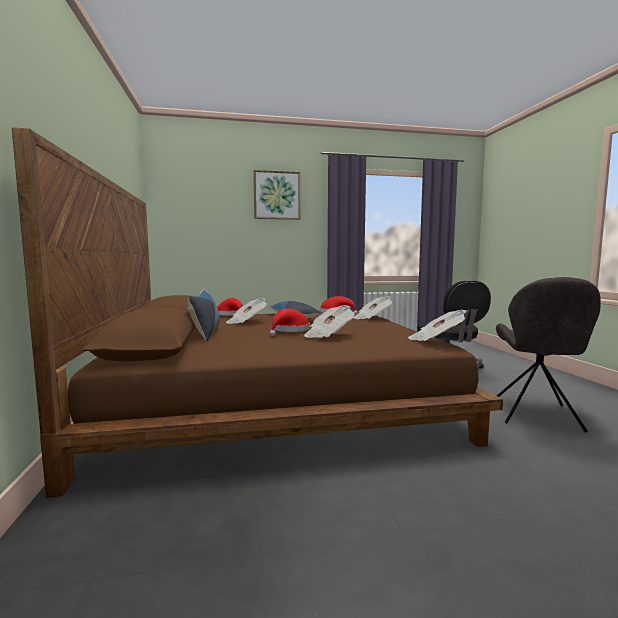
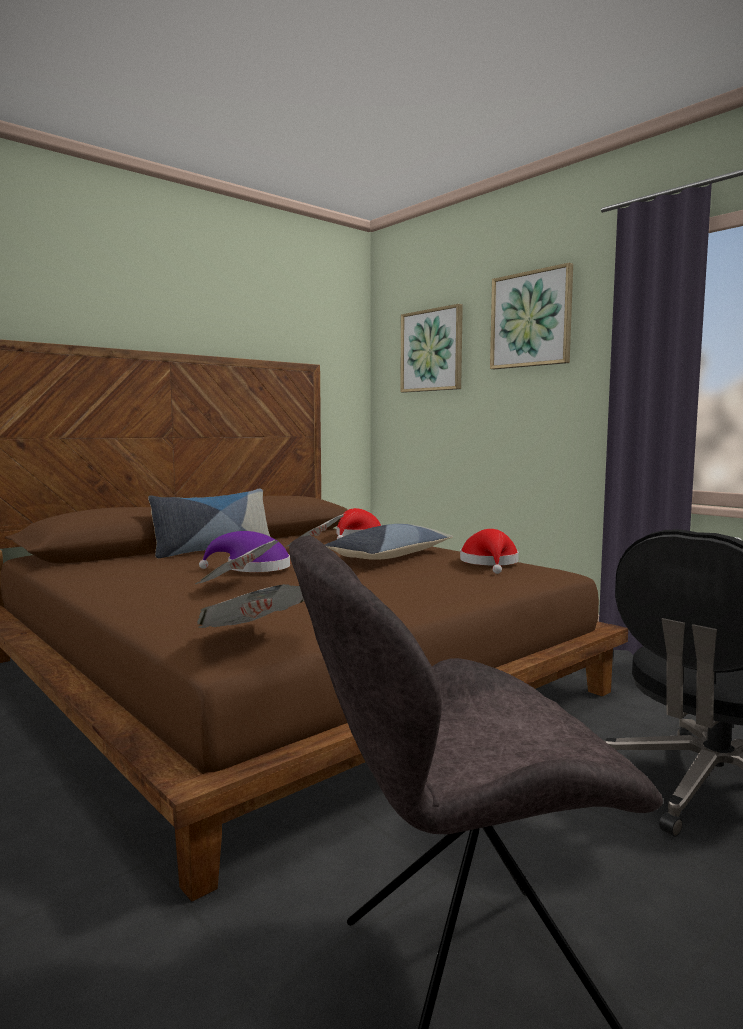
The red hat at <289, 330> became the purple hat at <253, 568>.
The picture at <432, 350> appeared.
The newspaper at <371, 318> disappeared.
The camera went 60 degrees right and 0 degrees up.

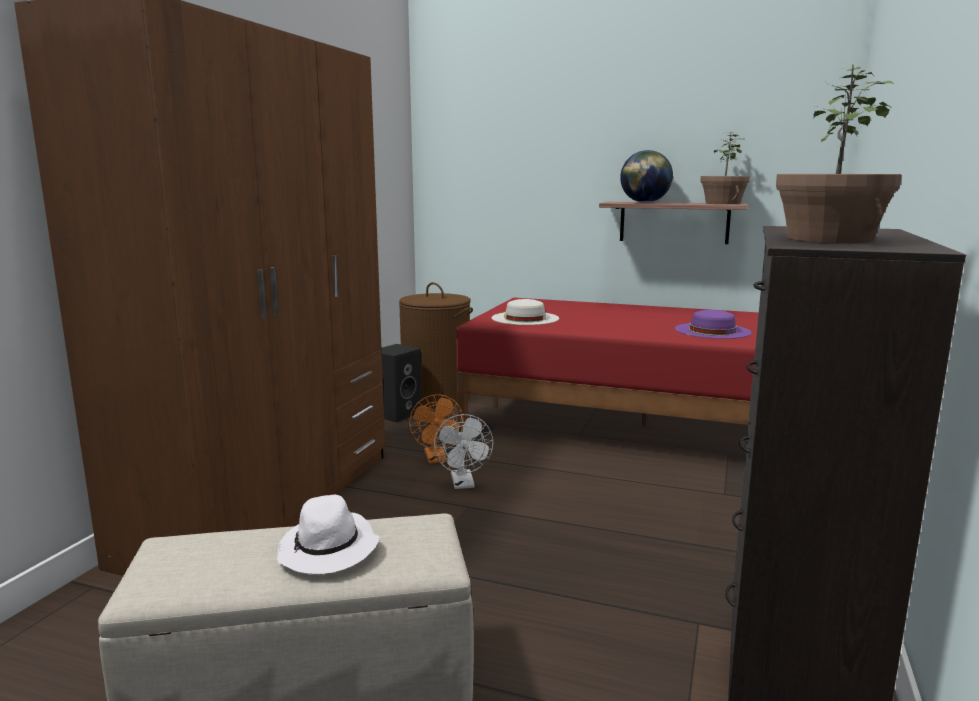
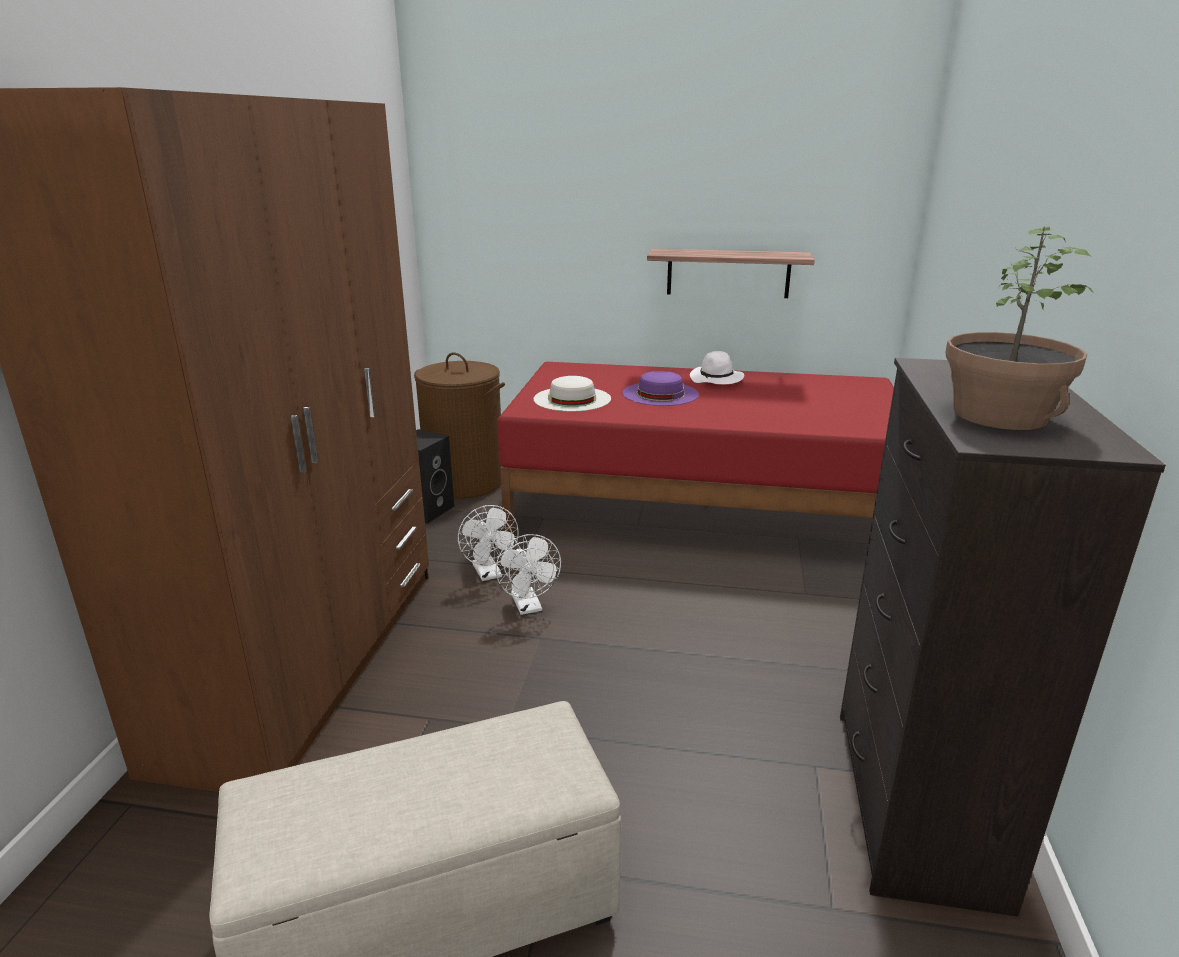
The orange fan at <437, 459> became the white fan at <489, 574>.
The purple hat moved from <712, 330> to <660, 393>.
The white hat moved from <329, 550> to <716, 379>.
The globe at <645, 202> disappeared.
The potted plant at <722, 203> disappeared.
The camera went 10 degrees left and 10 degrees up.

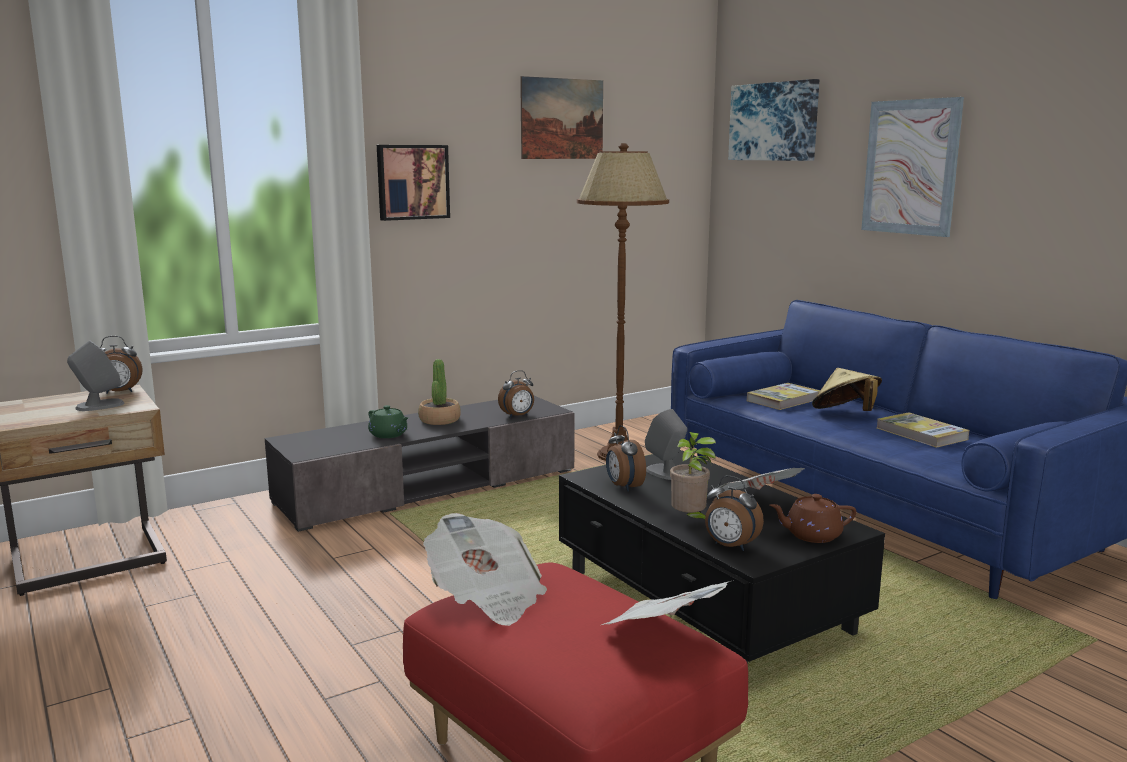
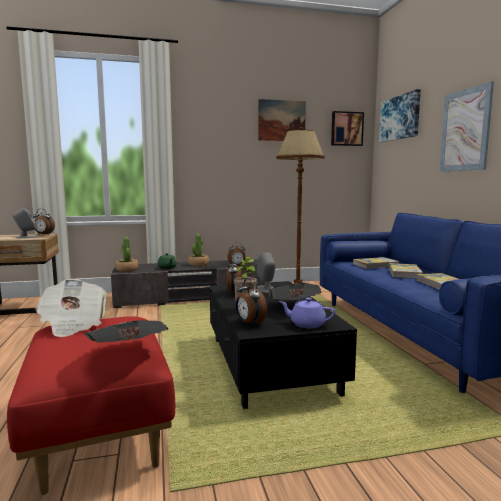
The potted plant at <127, 270> appeared.
The brown teapot at <811, 535> became the purple teapot at <306, 324>.
The picture moved from <412, 182> to <346, 129>.
The beige hat at <845, 414> was replaced by the book at <404, 273>.
The camera went 20 degrees right and 5 degrees down.

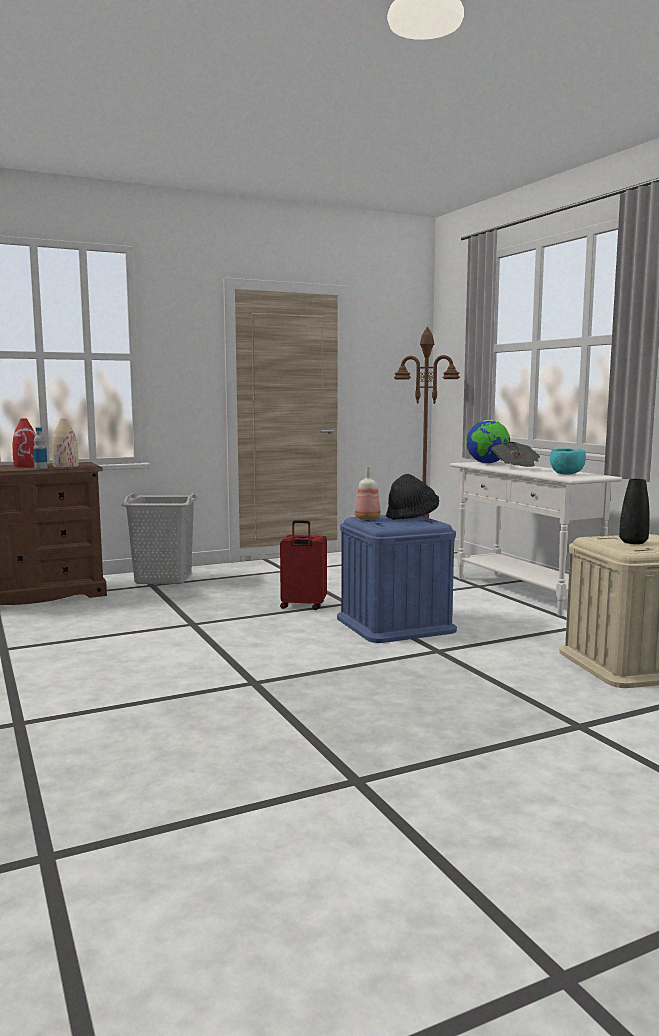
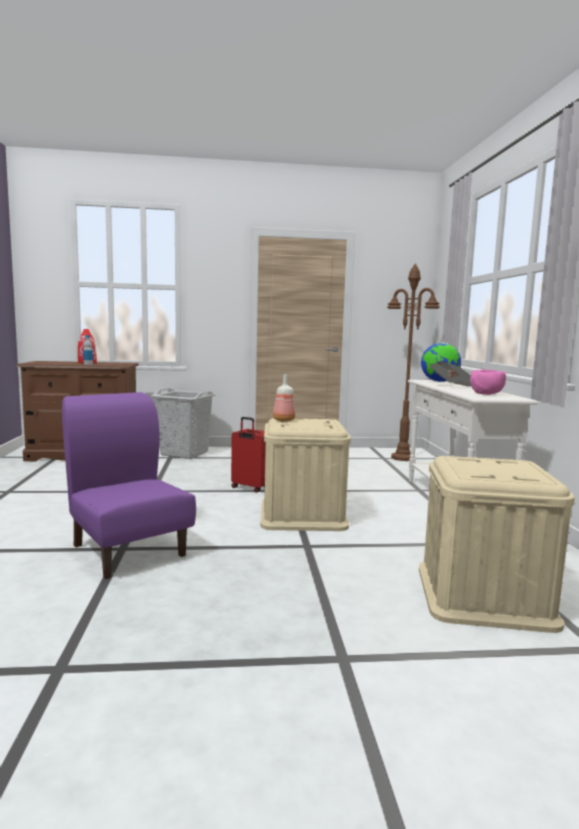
The purple chair at <129, 549> appeared.
The blue storage box at <395, 624> became the beige storage box at <303, 514>.
The turquoise bowl at <567, 474> became the pink bowl at <486, 394>.
The beige vase at <65, 466> disappeared.
The black hat at <412, 517> disappeared.
The black vase at <633, 542> disappeared.
The camera went 20 degrees right and 0 degrees up.

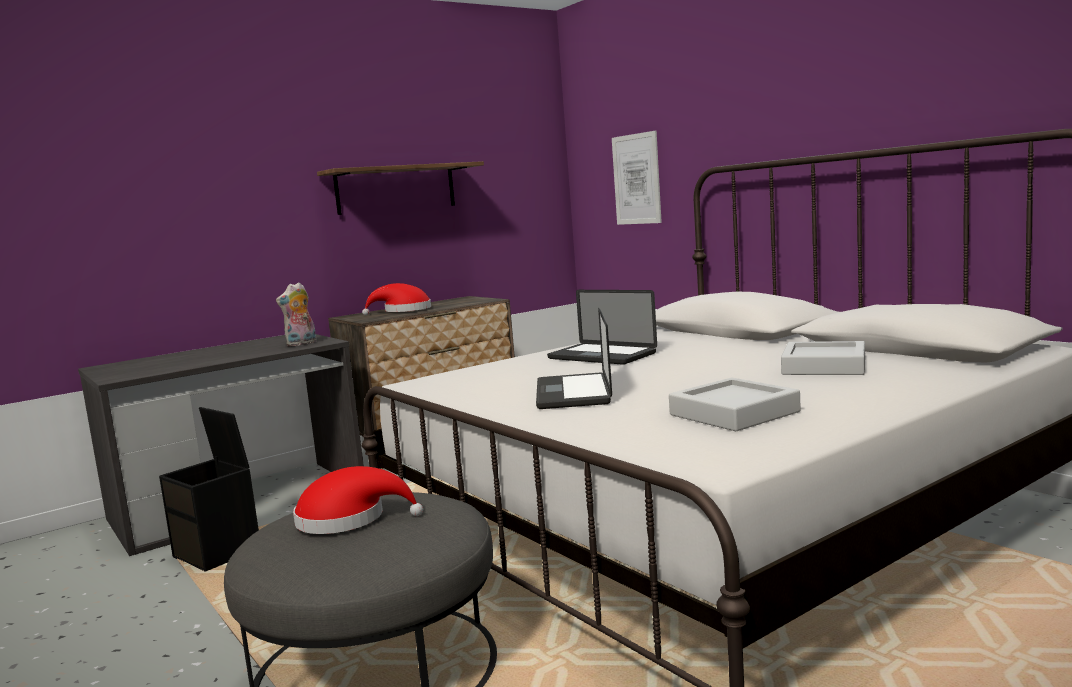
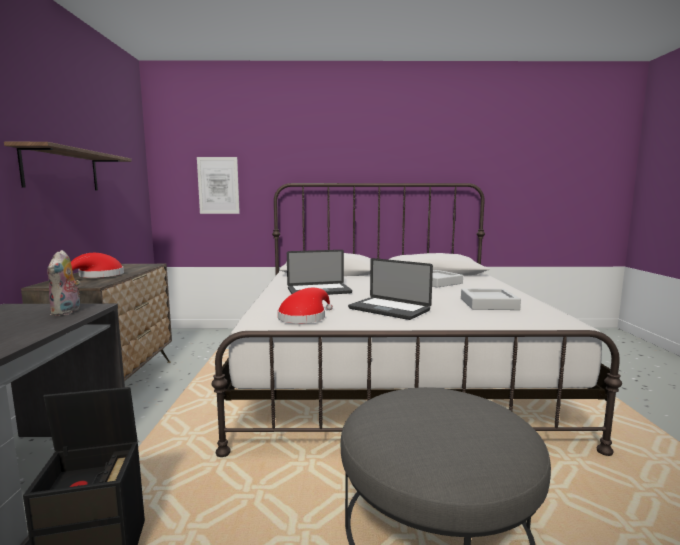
The red hat moved from <348, 519> to <304, 317>.
The camera went 55 degrees left and 0 degrees up.

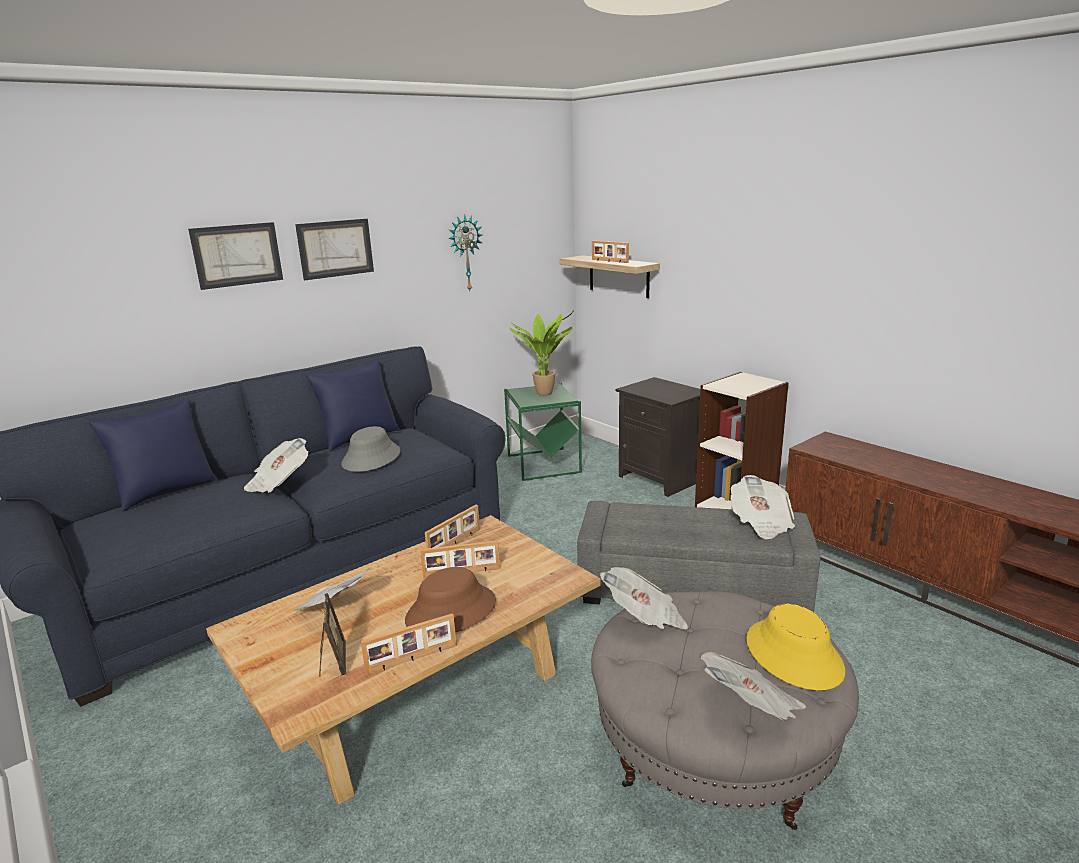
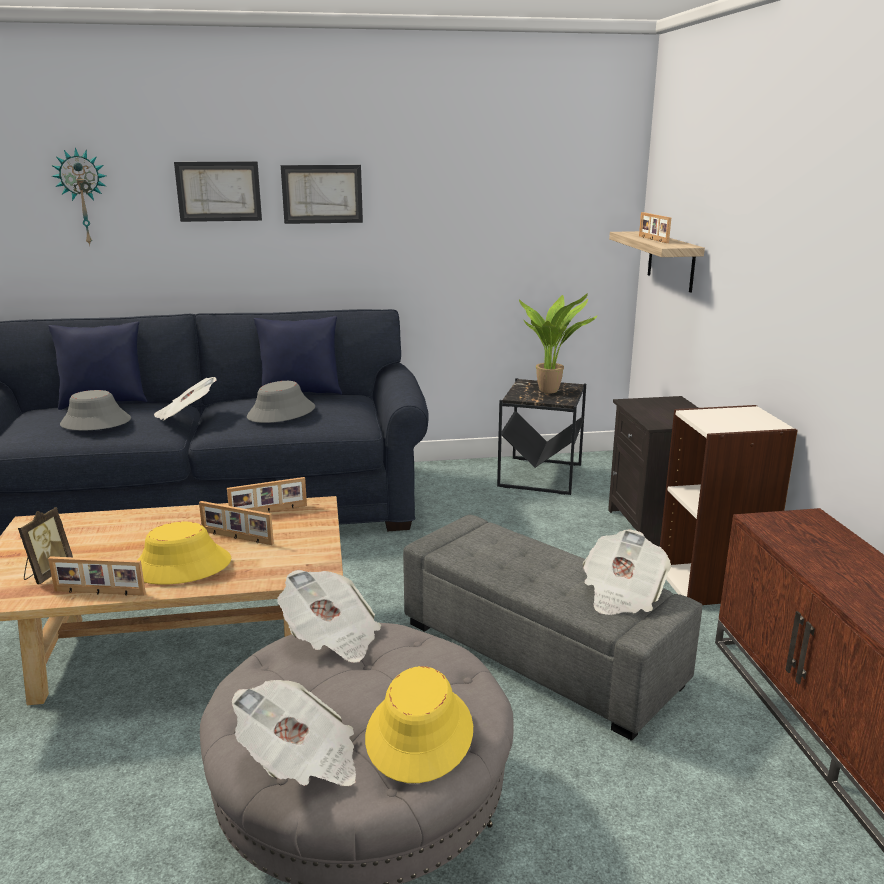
The wall clock moved from <465, 253> to <83, 197>.
The grey hat at <95, 422> appeared.
The brown hat at <451, 611> became the yellow hat at <181, 566>.
The green side table at <544, 464> became the black side table at <541, 476>.
The newspaper at <335, 608> disappeared.
The camera went 30 degrees right and 0 degrees up.

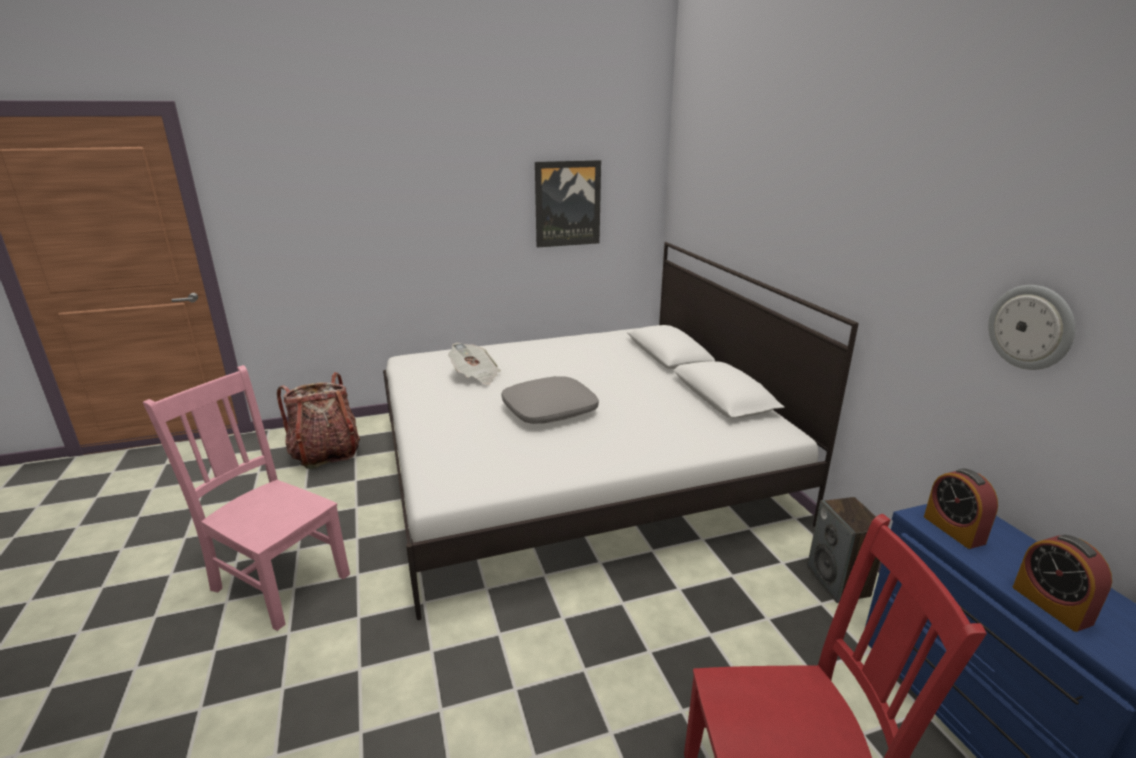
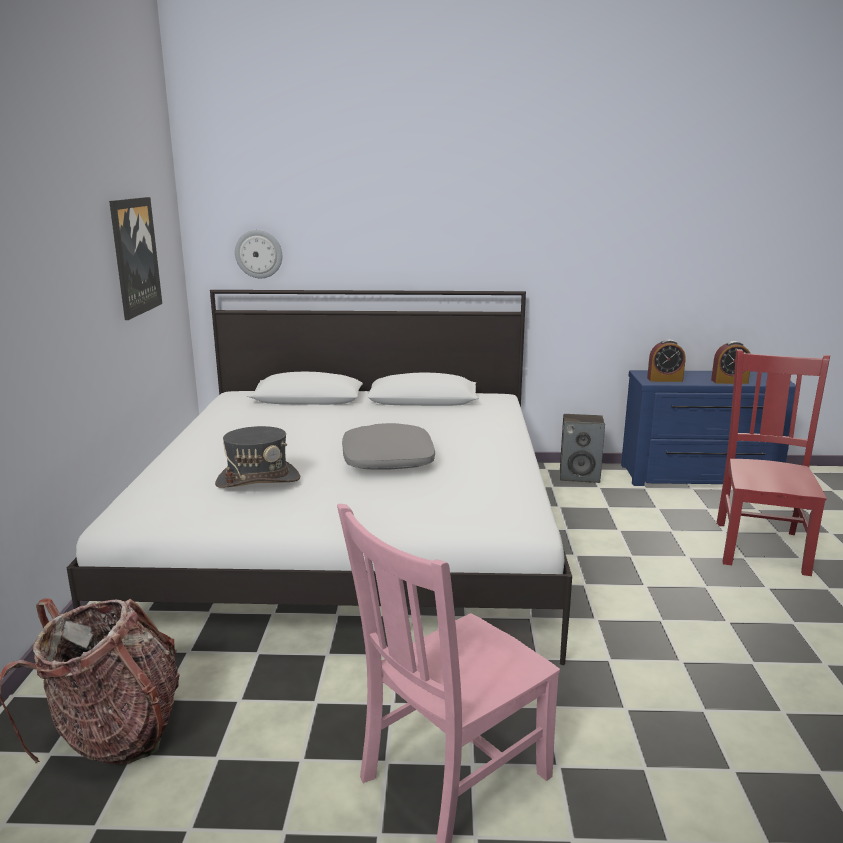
The newspaper at <475, 376> was replaced by the grey hat at <258, 480>.
The wall clock moved from <1031, 327> to <259, 254>.
The camera went 70 degrees left and 5 degrees down.

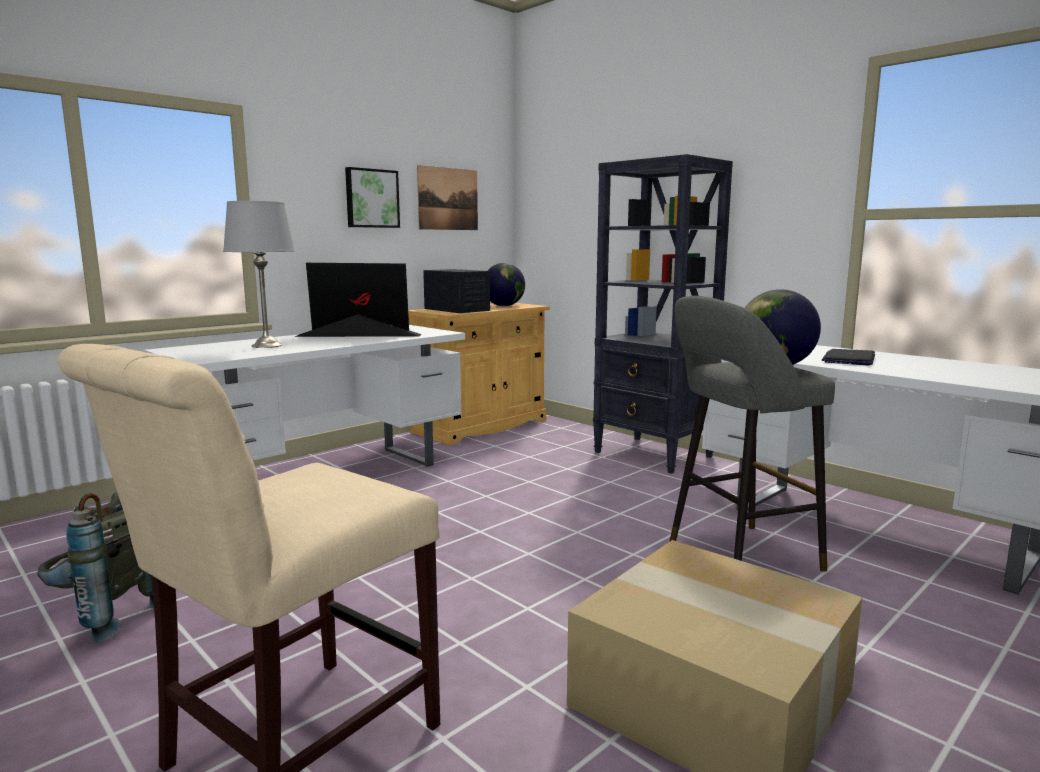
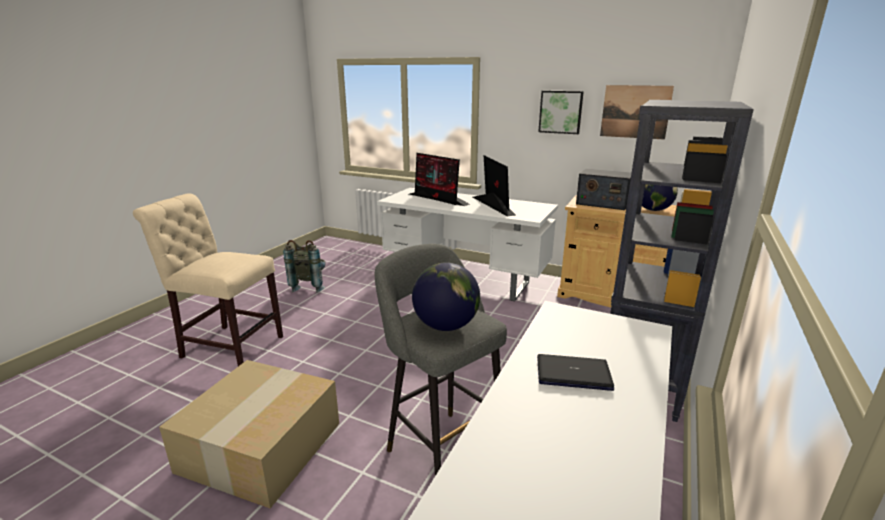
The grey table lamp at <267, 345> was replaced by the monitor at <438, 199>.
The radio at <457, 309> turned 90 degrees clockwise.
The camera went 70 degrees right and 10 degrees up.

